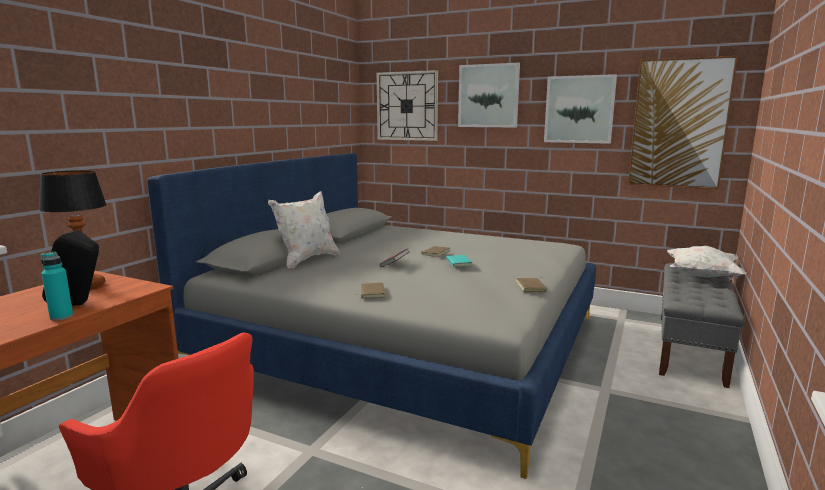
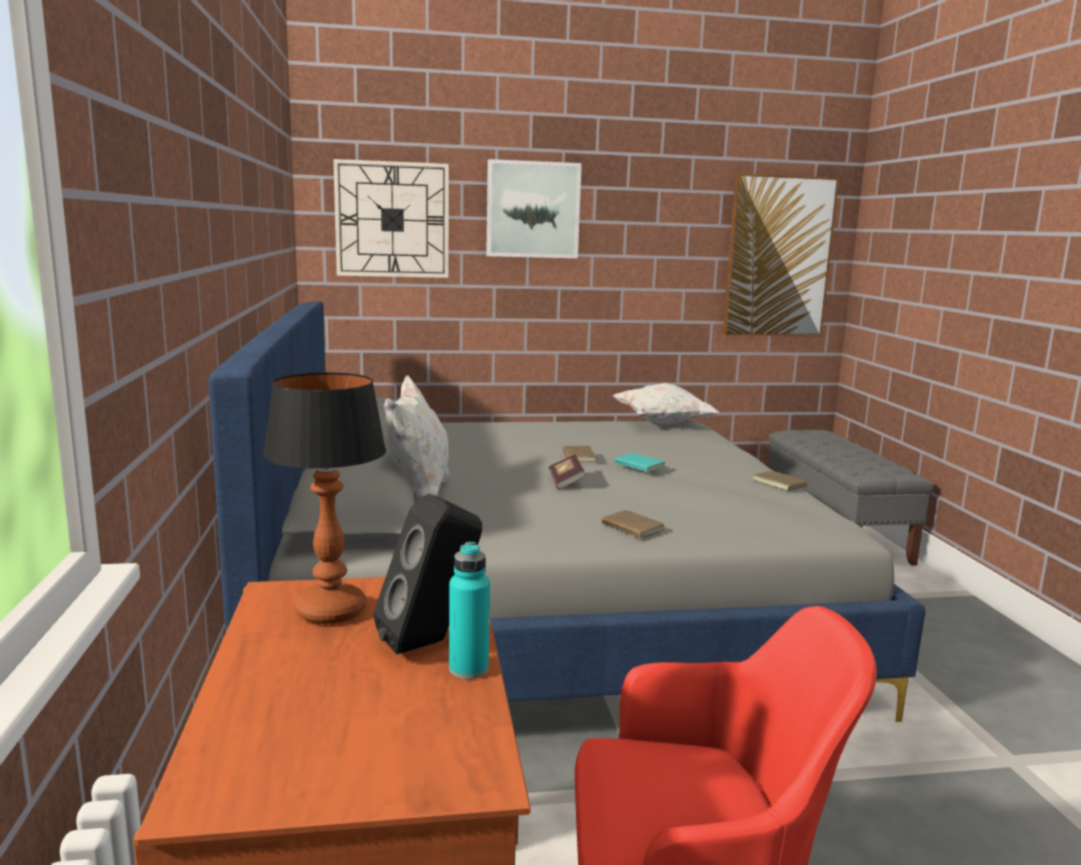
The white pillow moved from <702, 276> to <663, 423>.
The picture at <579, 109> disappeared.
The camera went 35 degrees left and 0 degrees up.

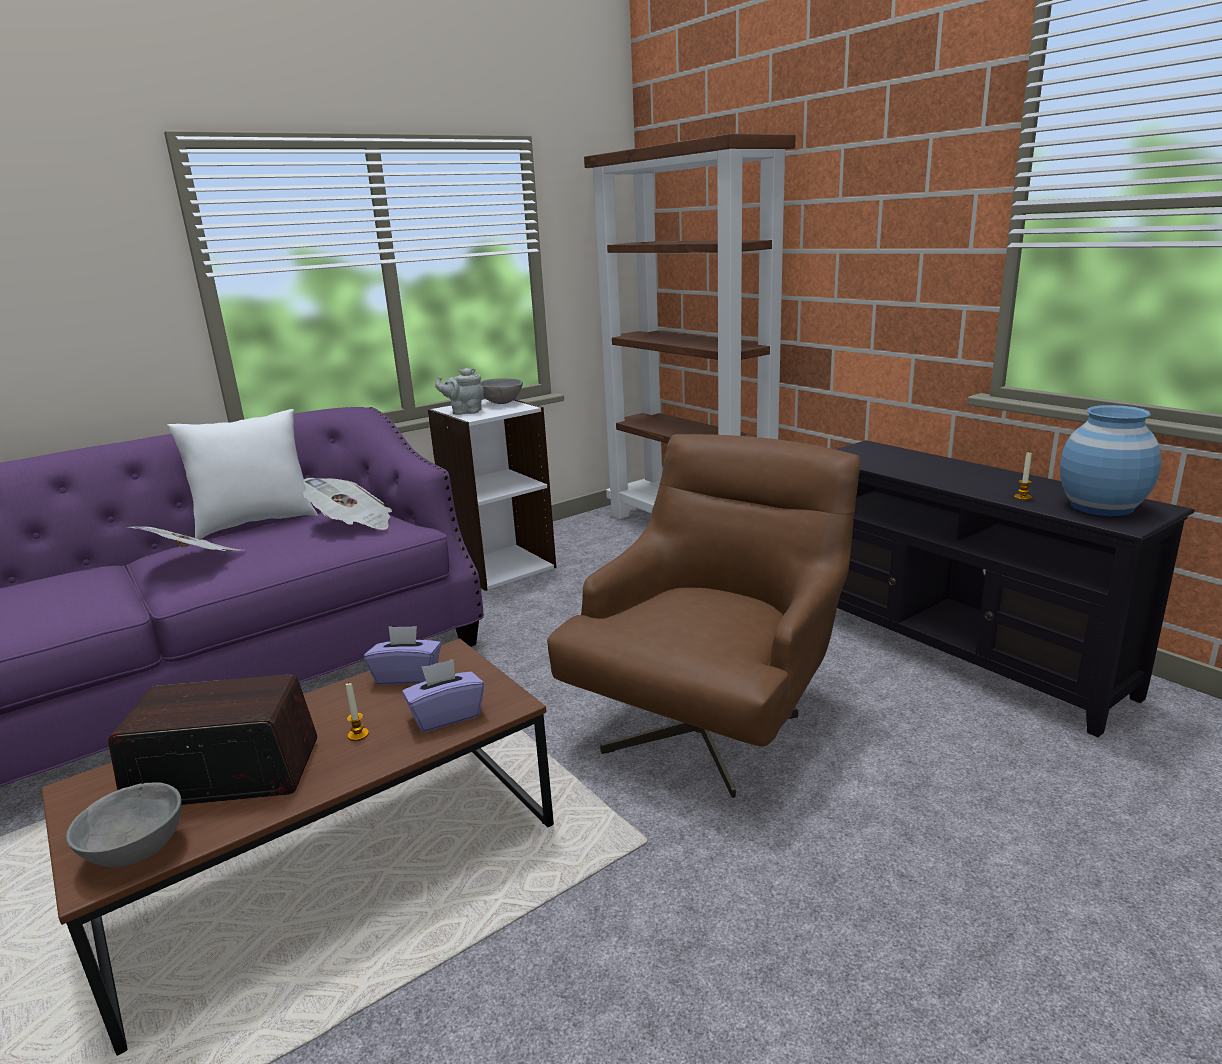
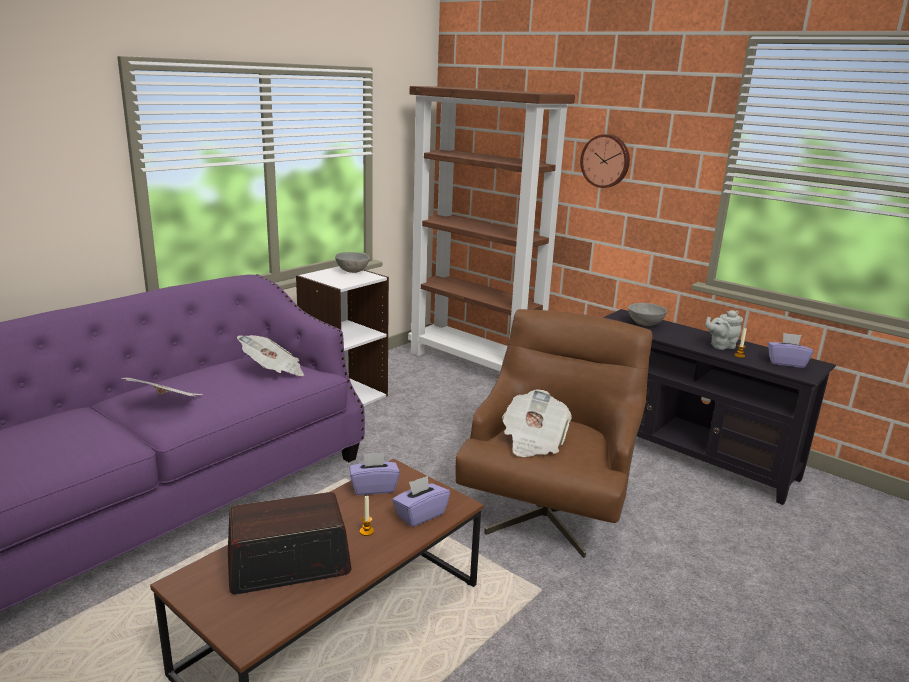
The newspaper at <533, 441> appeared.
The wall clock at <606, 161> appeared.
The grey bowl moved from <135, 853> to <645, 324>.
The grey teapot moved from <464, 412> to <720, 346>.
The blue vase at <1101, 506> was replaced by the purple tissue box at <786, 362>.
The white pillow at <256, 523> disappeared.
The camera went 15 degrees left and 0 degrees up.

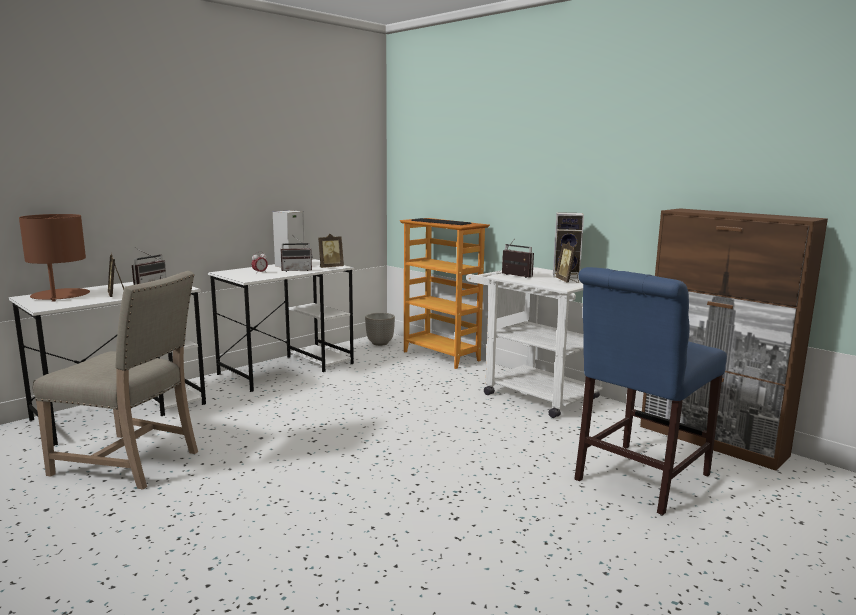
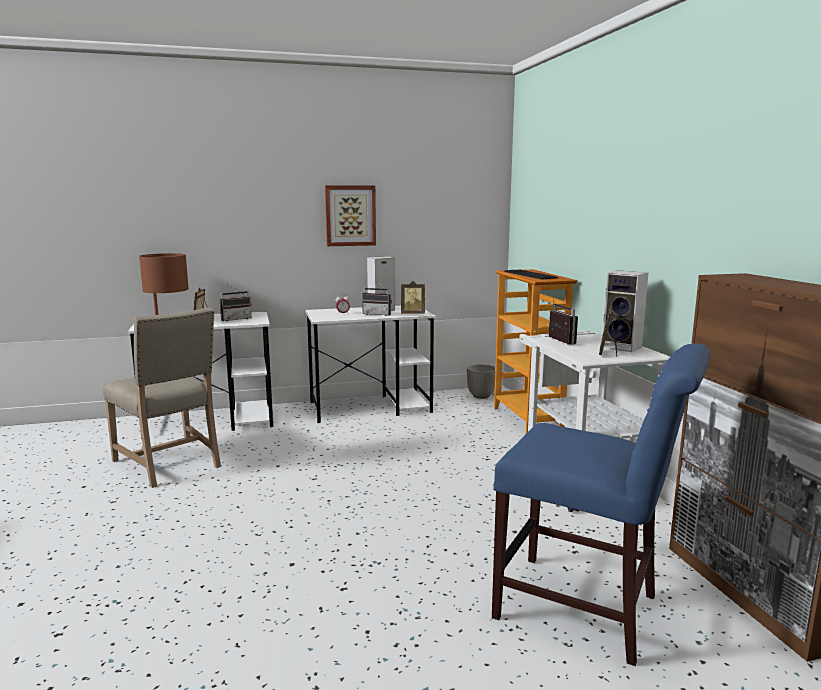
The picture at <350, 215> appeared.
The blue chair at <637, 479> turned 135 degrees counterclockwise.
The camera went 30 degrees right and 0 degrees up.

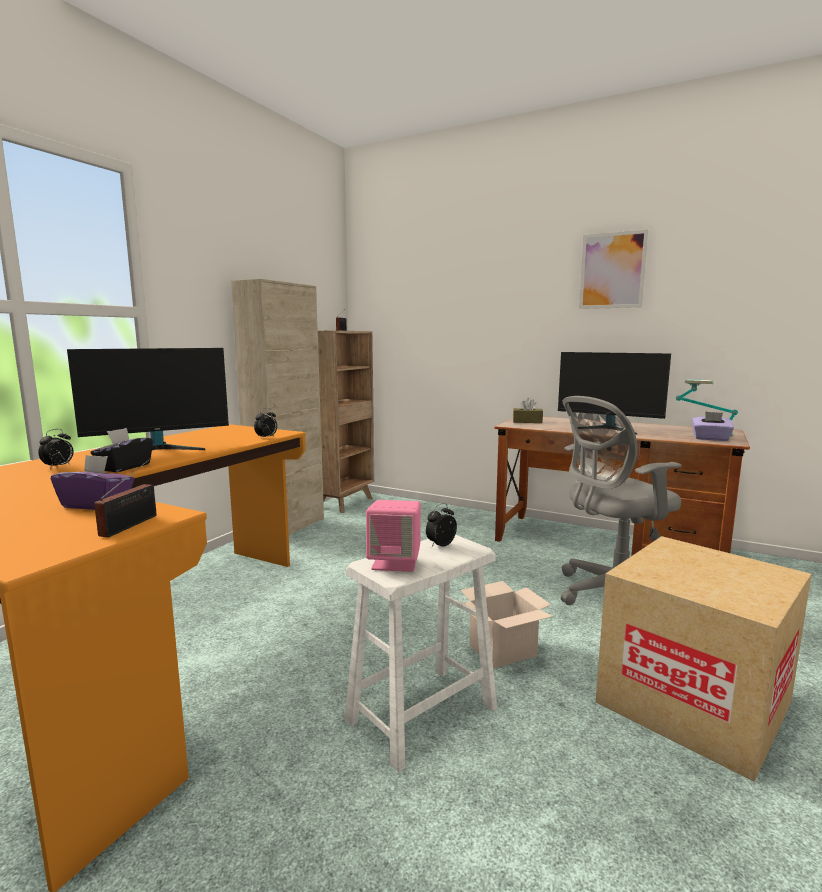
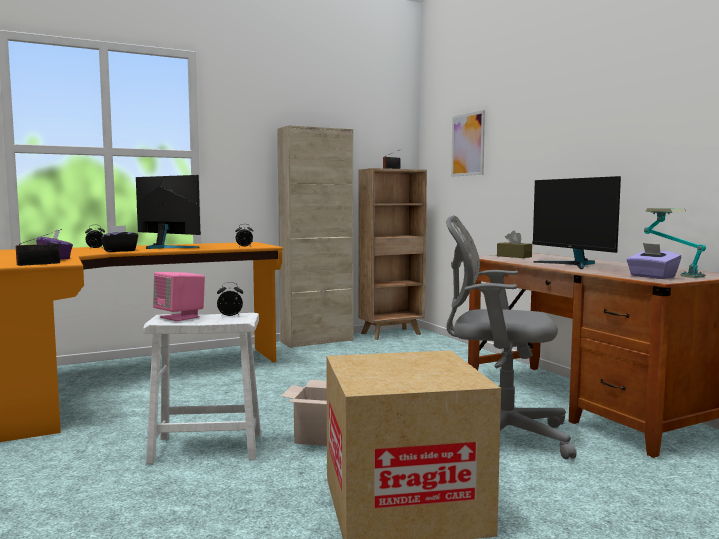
The monitor at <159, 449> turned 150 degrees counterclockwise.
The picture moved from <612, 270> to <468, 144>.
The camera went 35 degrees right and 5 degrees down.

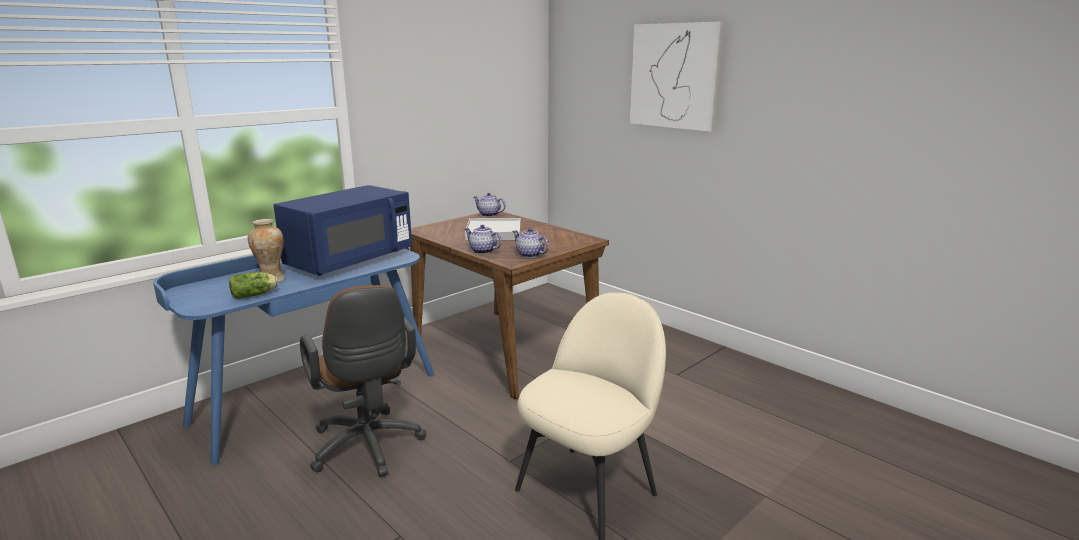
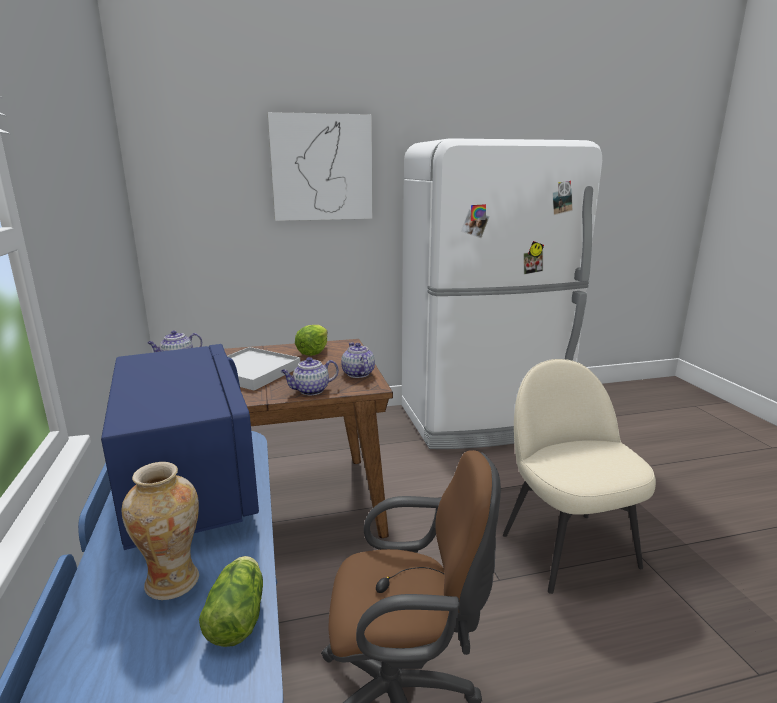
The lettuce at <313, 352> appeared.
The teapot at <530, 255> turned 90 degrees clockwise.
The white fridge at <484, 420> appeared.
The camera went 60 degrees left and 0 degrees up.

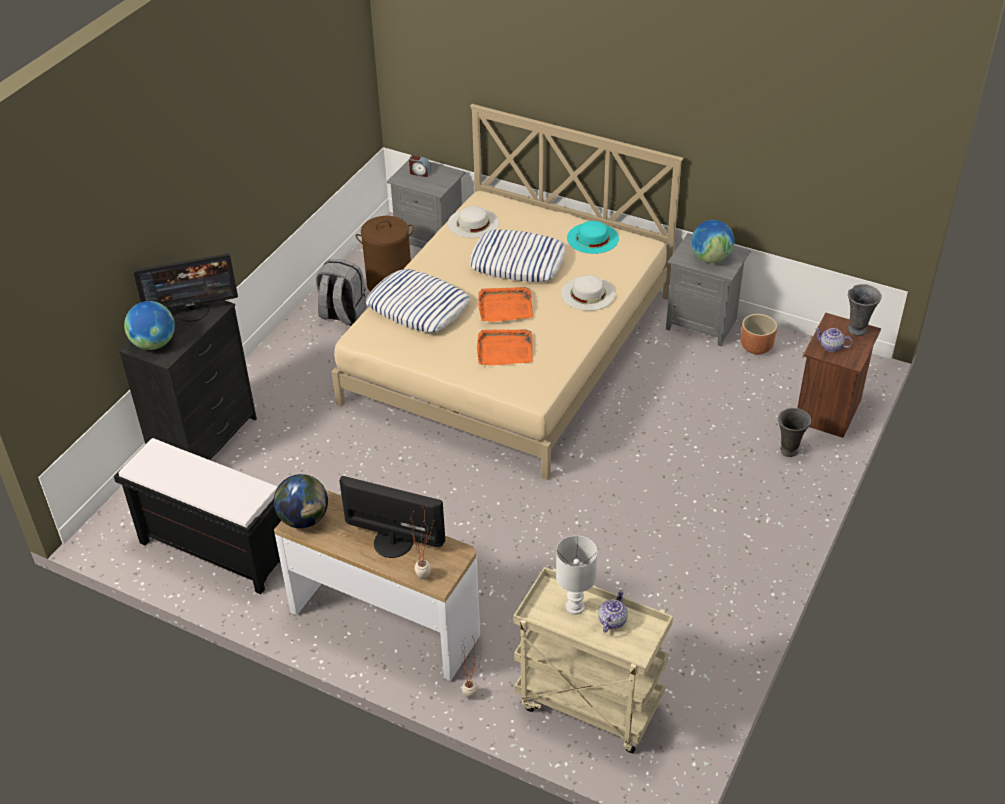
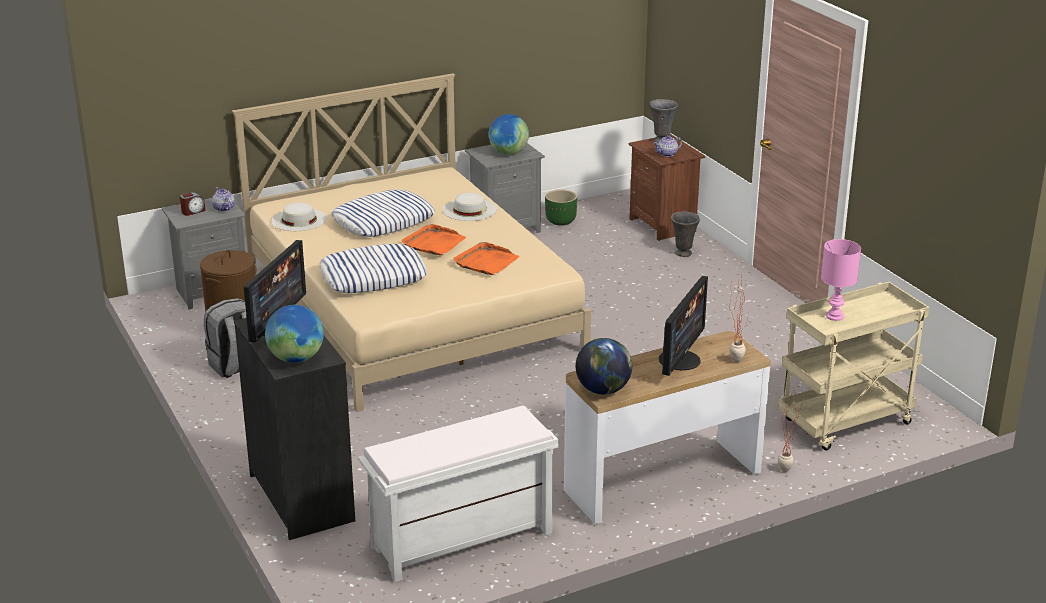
The teapot moved from <612, 621> to <223, 208>.
The black bench at <213, 550> became the white bench at <460, 541>.
The brown planter at <756, 347> became the green planter at <560, 221>.
The monitor at <393, 541> turned 150 degrees clockwise.
The white table lamp at <575, 607> became the pink table lamp at <835, 316>.
The turquoise hat at <592, 238> disappeared.
The camera went 55 degrees left and 15 degrees down.

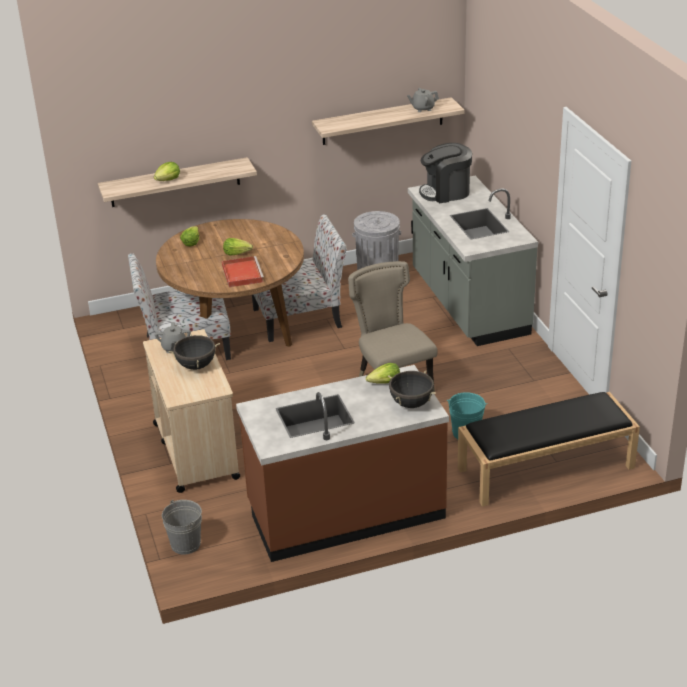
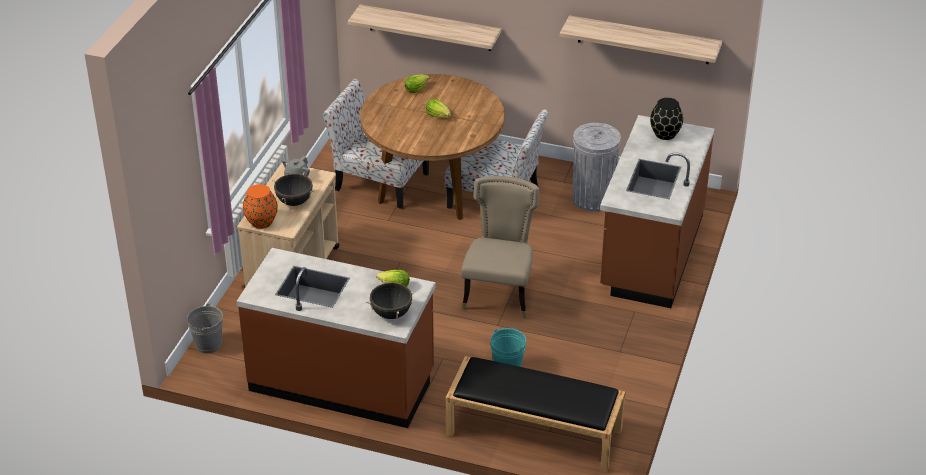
The orange vase at <261, 222> appeared.
The grey counter at <468, 304> became the brown counter at <650, 252>.
The coffee machine at <446, 192> was replaced by the black vase at <665, 134>.
The lettuce at <168, 180> disappeared.
The red tray at <242, 273> disappeared.
The grey teapot at <422, 108> disappeared.
The camera went 35 degrees right and 5 degrees up.

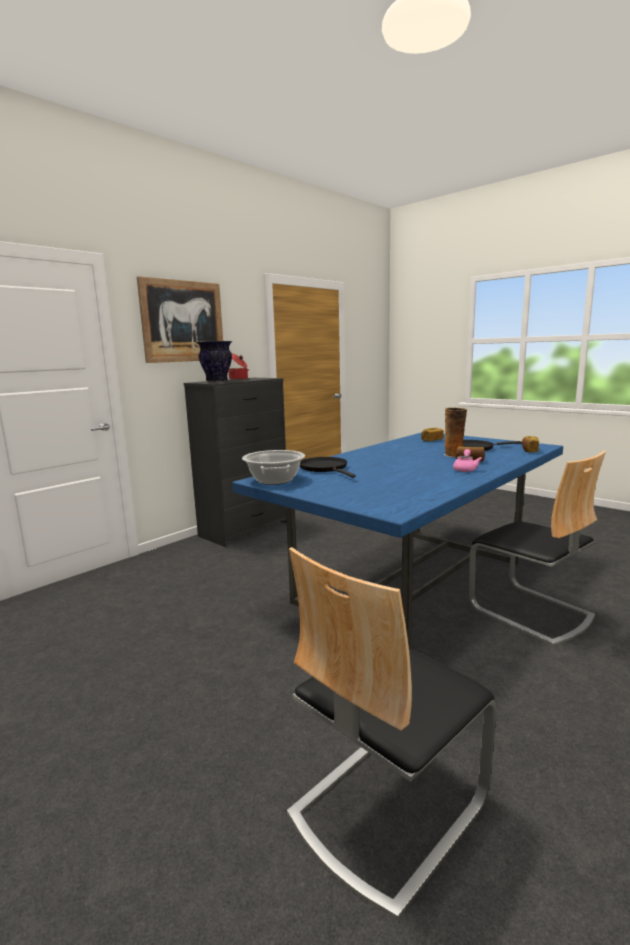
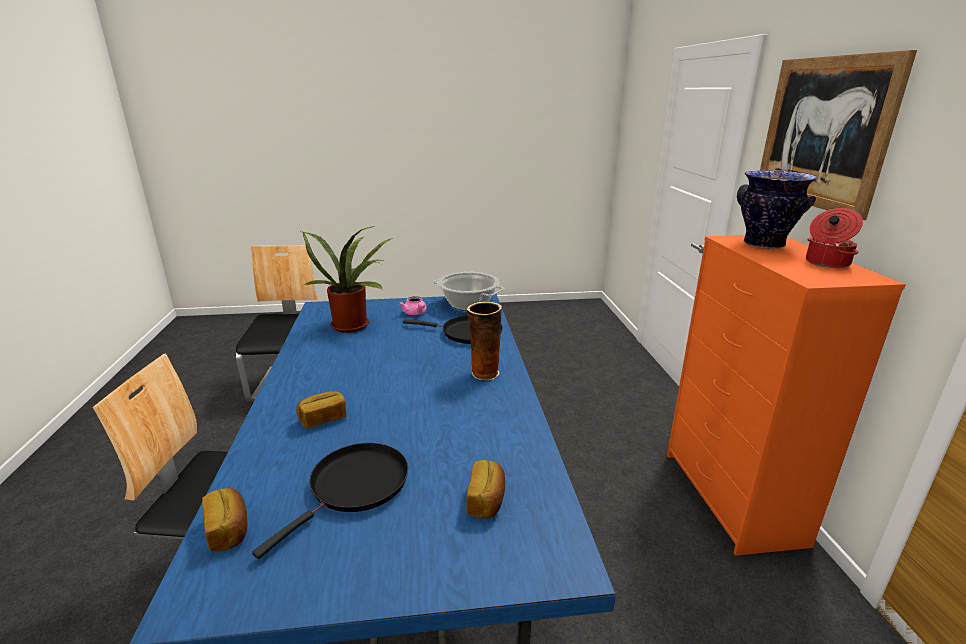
The potted plant at <353, 324> appeared.
The pink teapot moved from <465, 469> to <415, 313>.
The vase moved from <454, 455> to <484, 373>.
The black dresser at <245, 529> became the orange dresser at <732, 498>.
The camera went 130 degrees right and 10 degrees up.

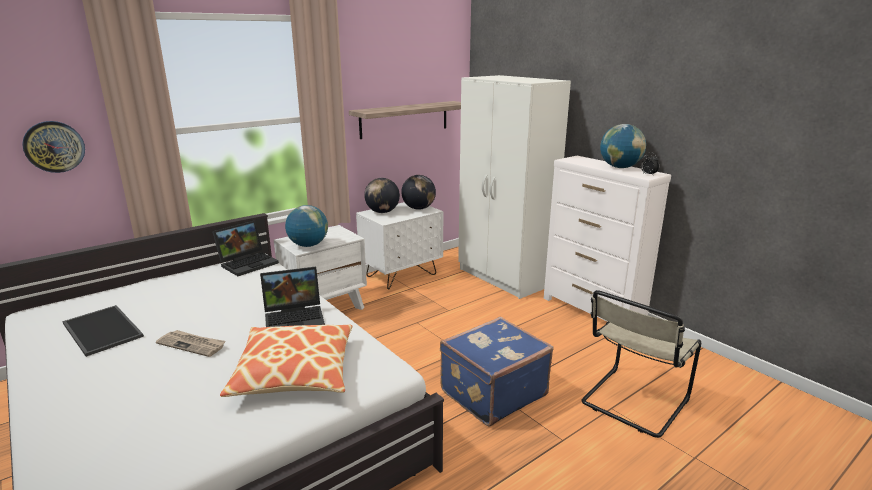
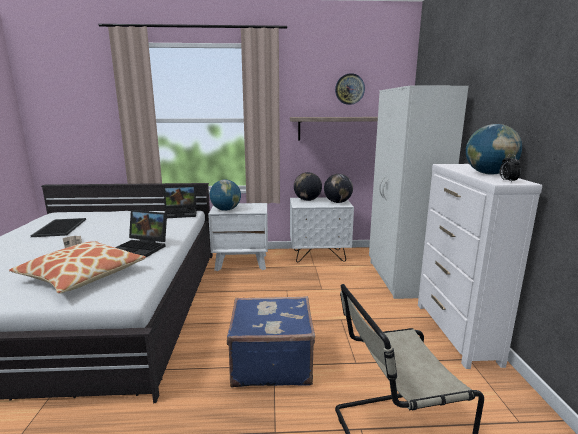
The wall clock moved from <54, 146> to <349, 89>.
The camera went 35 degrees right and 5 degrees down.

